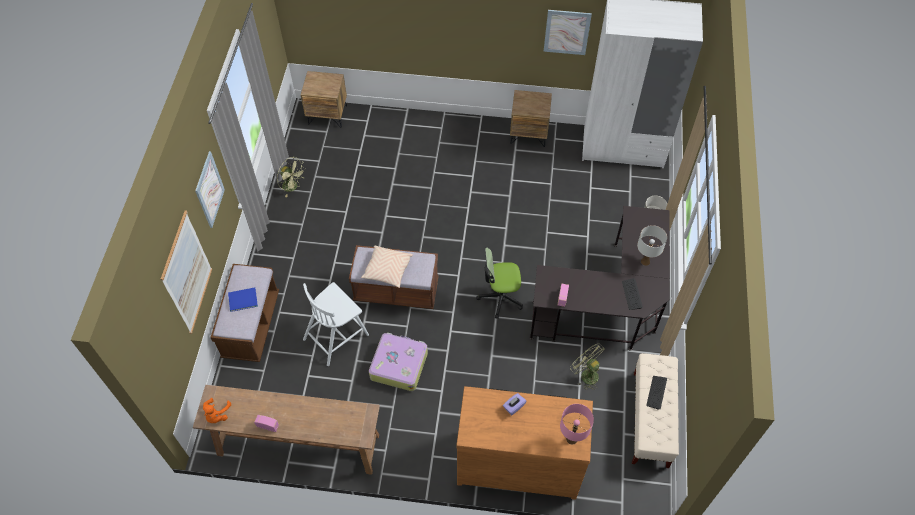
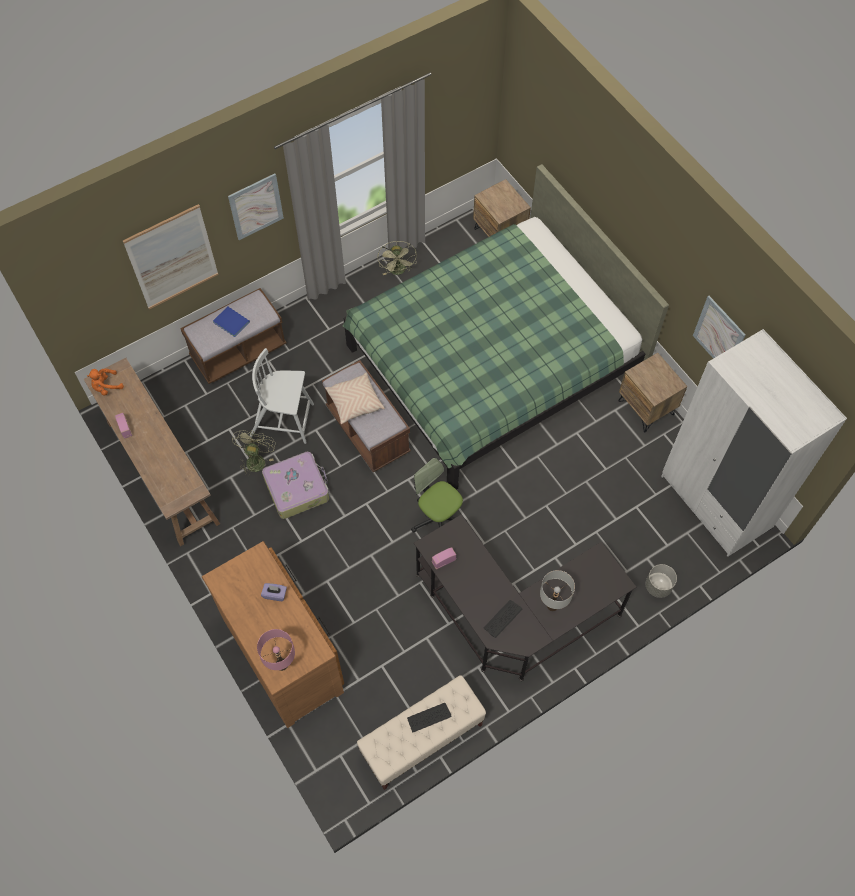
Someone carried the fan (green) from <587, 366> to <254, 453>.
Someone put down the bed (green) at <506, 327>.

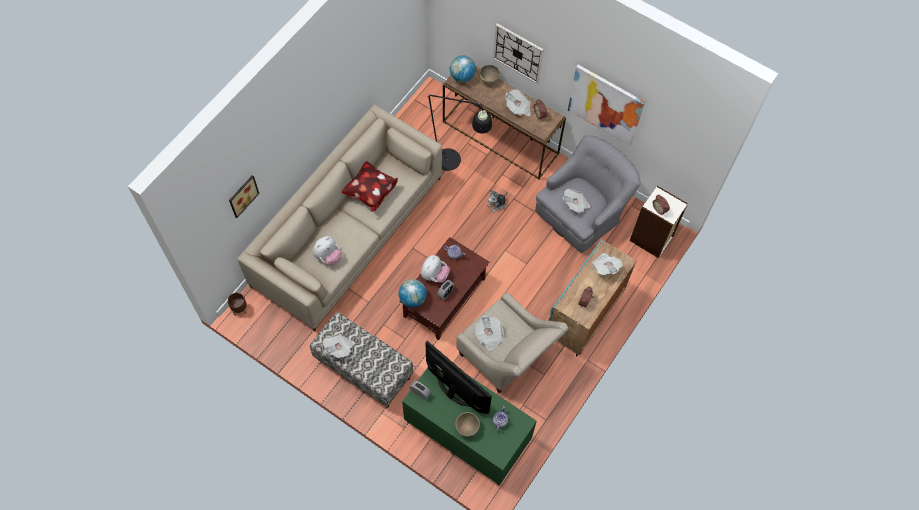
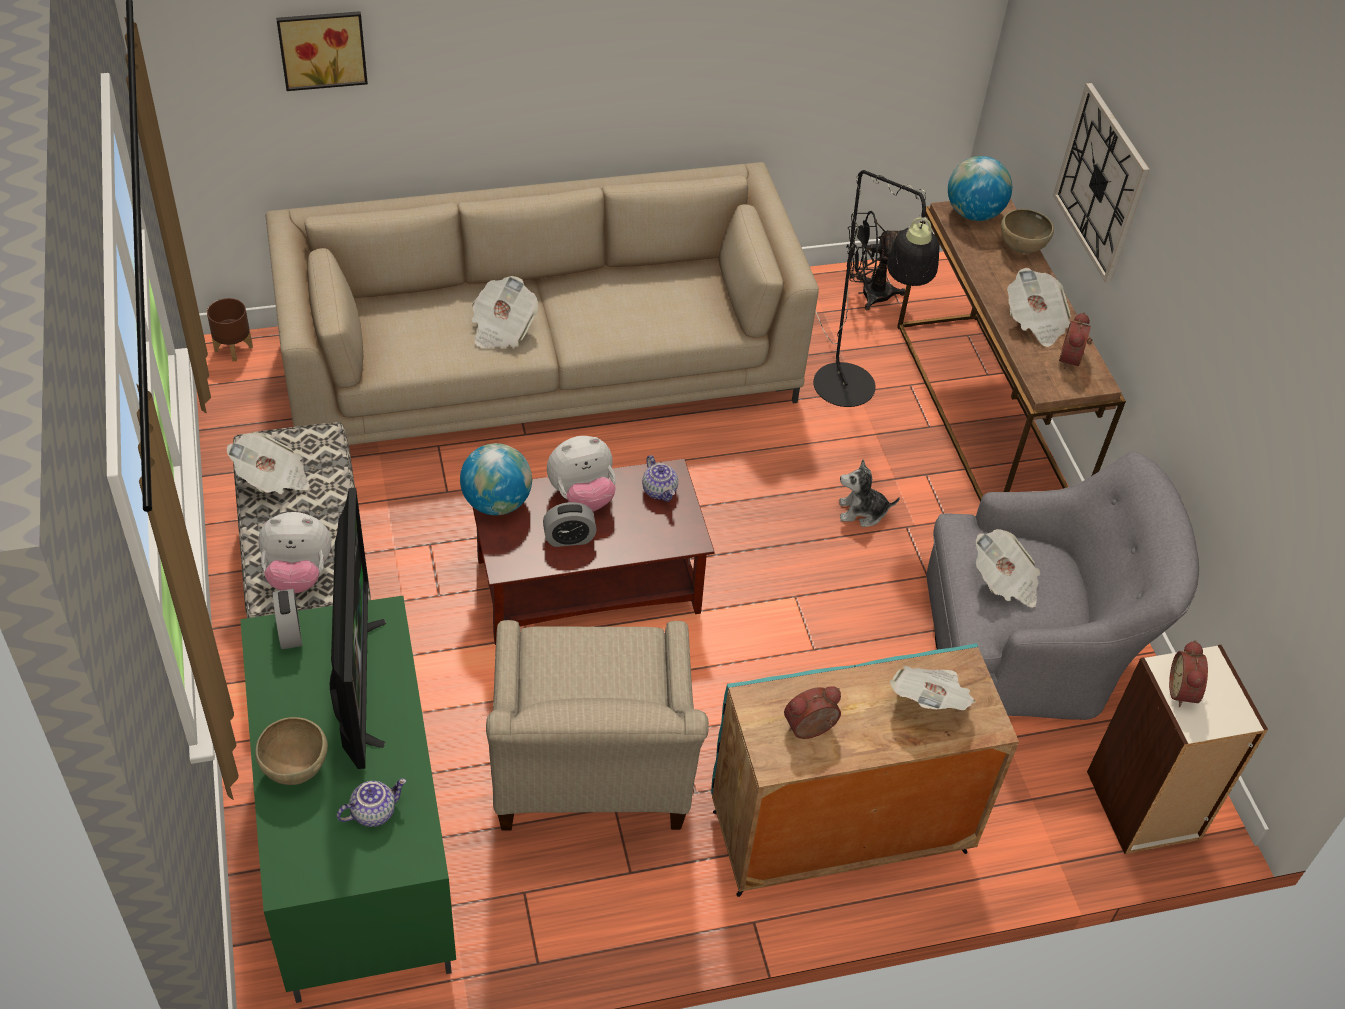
Someone carried the plush toy from <327, 250> to <294, 552>.
Someone took away the pillow at <370, 186>.
Someone carried the newspaper from <489, 333> to <504, 312>.
Someone took away the picture at <606, 105>.
Someone put down the fan (black) at <875, 260>.

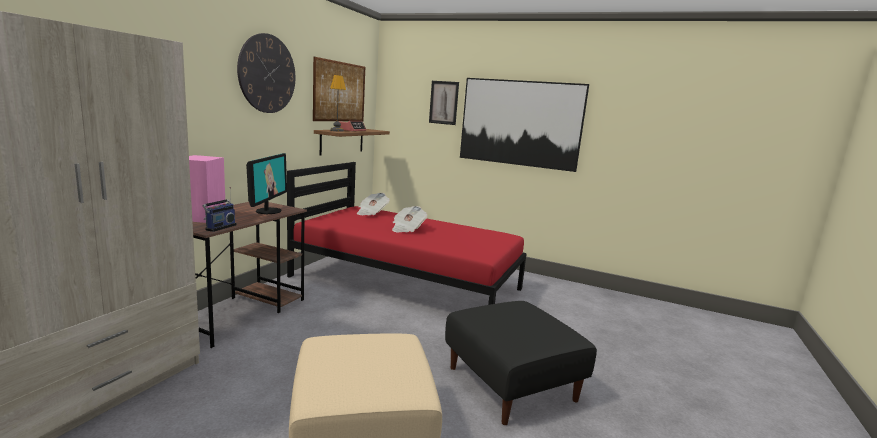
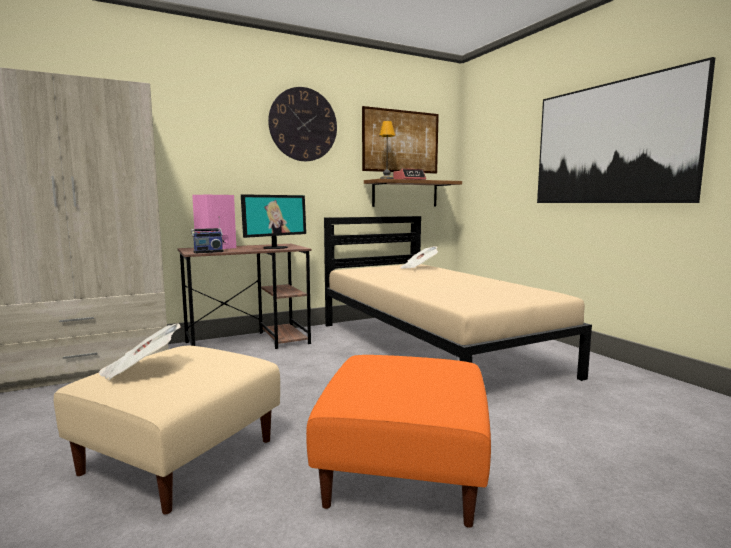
Someone repainted the bed (red) at <407, 233>, which became the bed (beige) at <458, 298>.
Someone carried the newspaper from <410, 219> to <139, 352>.
Someone took away the picture at <444, 103>.
Someone repainted the ottoman (black) at <521, 363>, which became the ottoman (orange) at <398, 441>.

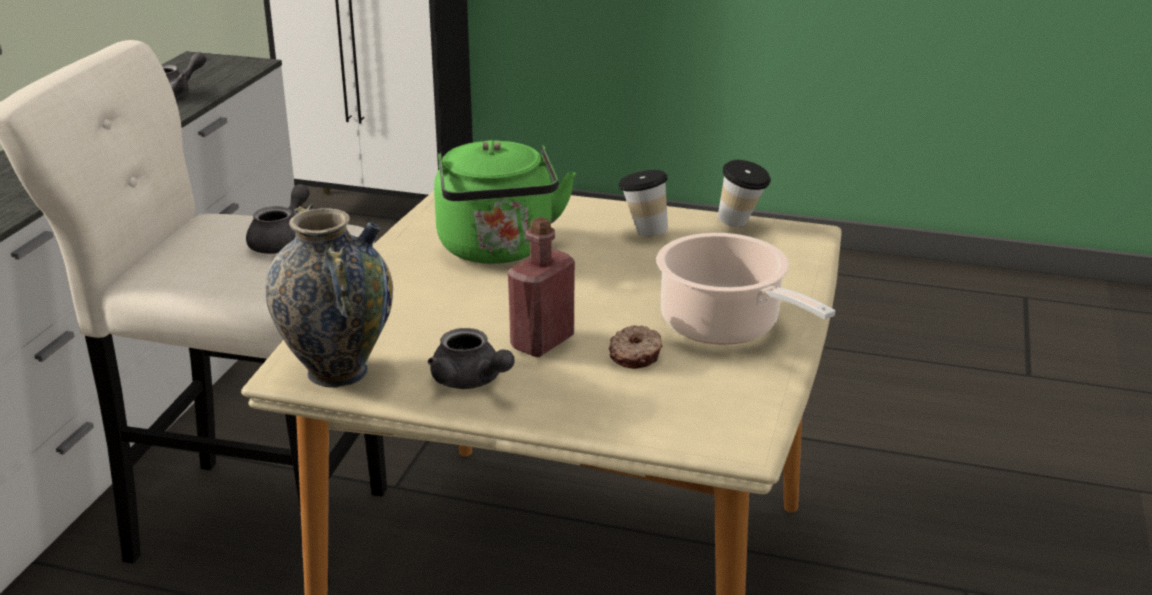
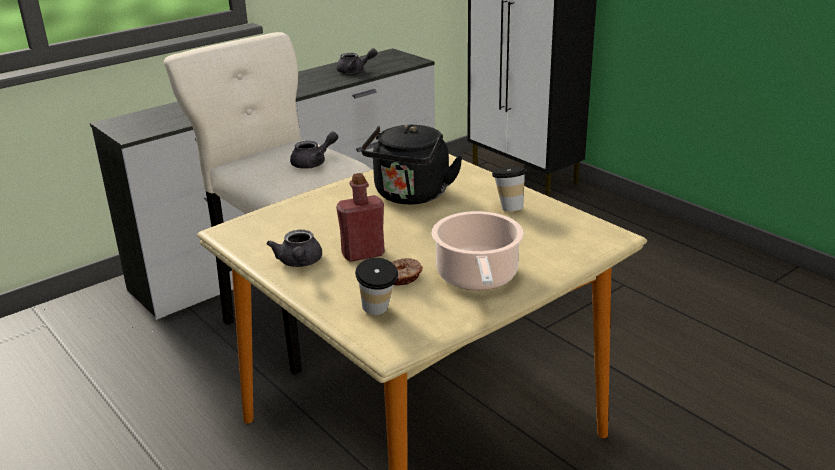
Someone took away the vase at <329, 296>.
Someone repainted the kettle (green) at <505, 202>, which became the kettle (black) at <412, 164>.
Someone carried the cup from <744, 193> to <376, 286>.

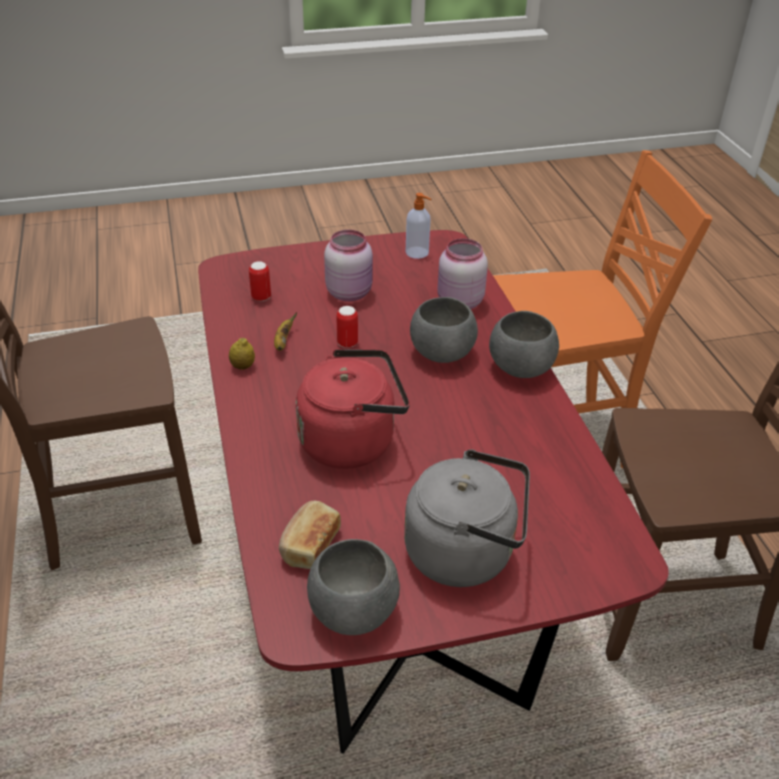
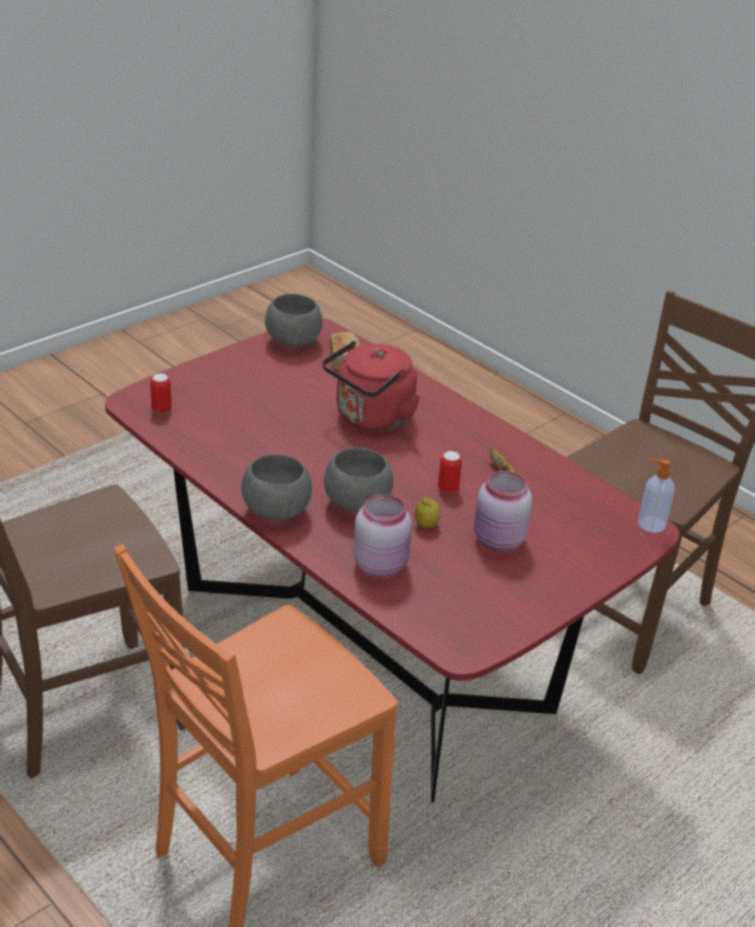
Someone carried the lemon from <242, 354> to <427, 512>.
Someone carried the can from <260, 281> to <161, 393>.
Someone took away the kettle (grey) at <467, 518>.
Someone carried the soap dispenser from <418, 226> to <656, 496>.

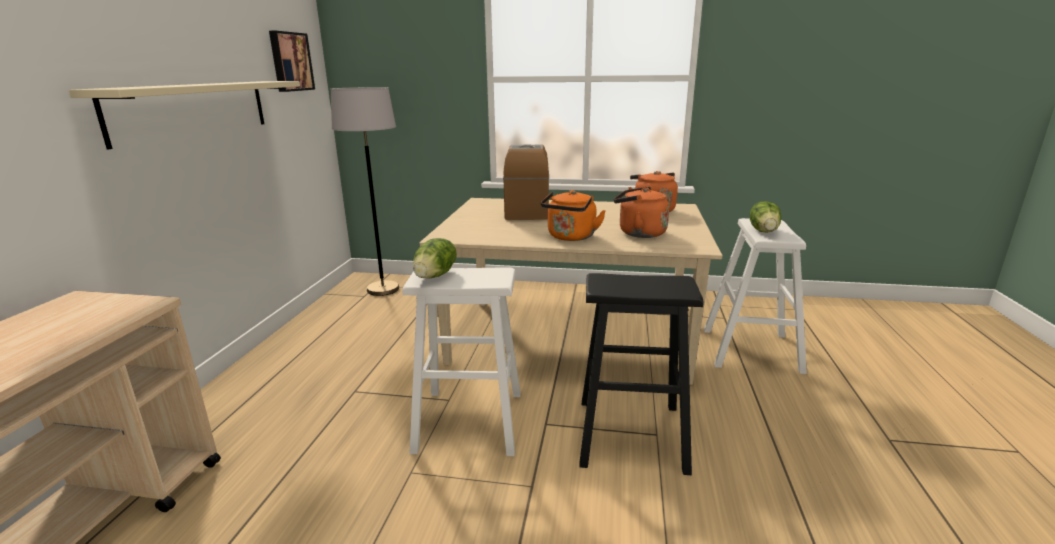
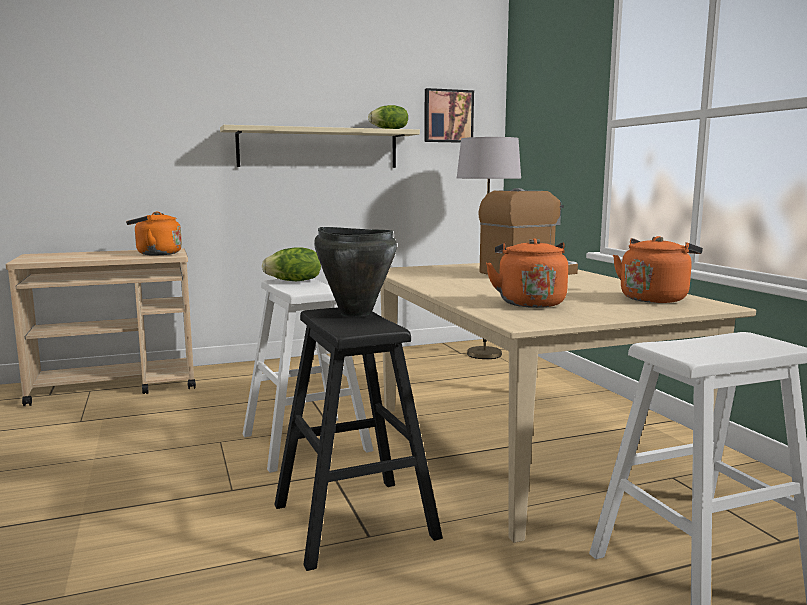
Someone carried the kettle (orange) from <573, 215> to <154, 233>.
Someone carried the lettuce from <765, 217> to <388, 117>.
Someone put down the cooking pot (black) at <355, 272>.

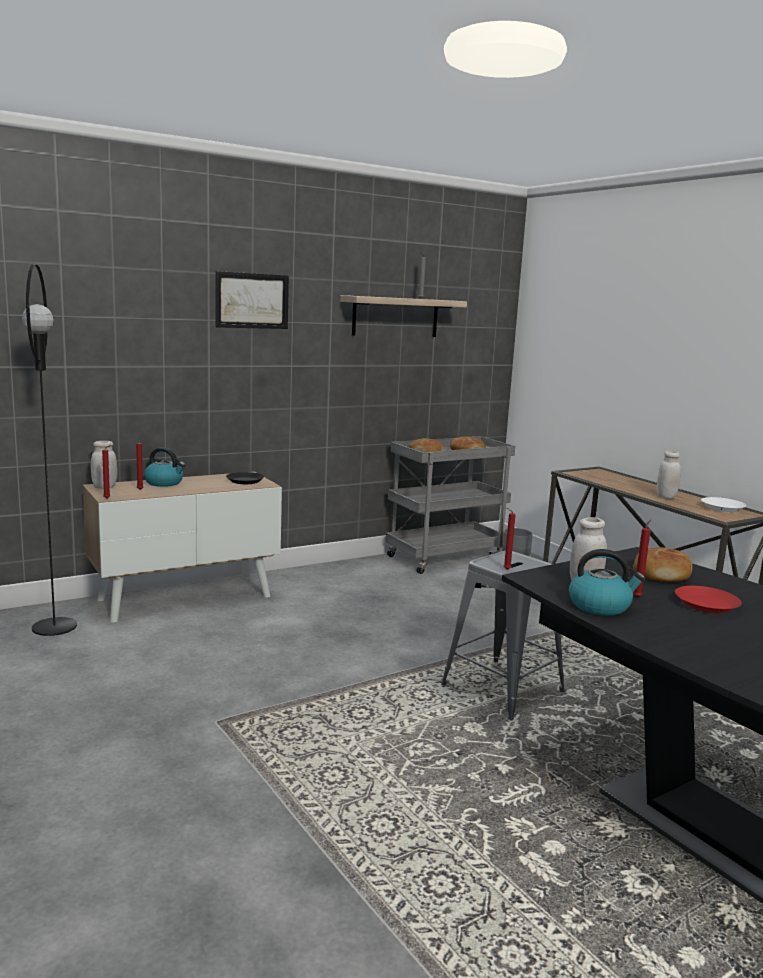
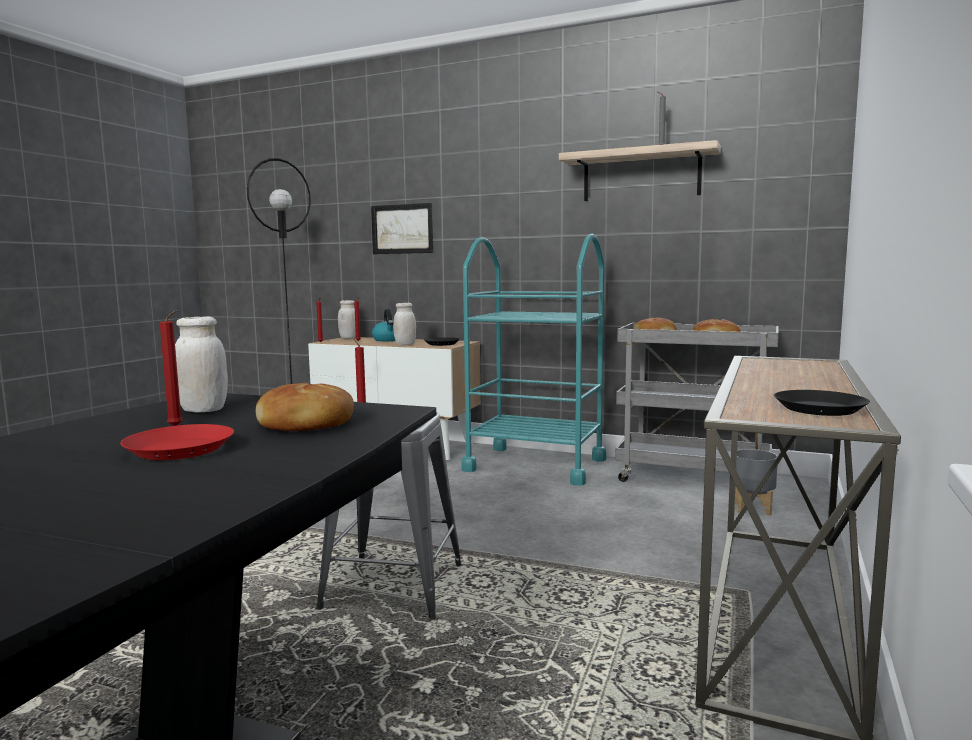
Someone carried the picture from <252, 300> to <402, 228>.
Someone took away the kettle at <607, 582>.
Someone carried the jar (white) from <669, 475> to <404, 324>.
Someone repainted the plate (white) at <723, 504>, which became the plate (black) at <822, 403>.
Someone put down the cart (turquoise) at <533, 360>.

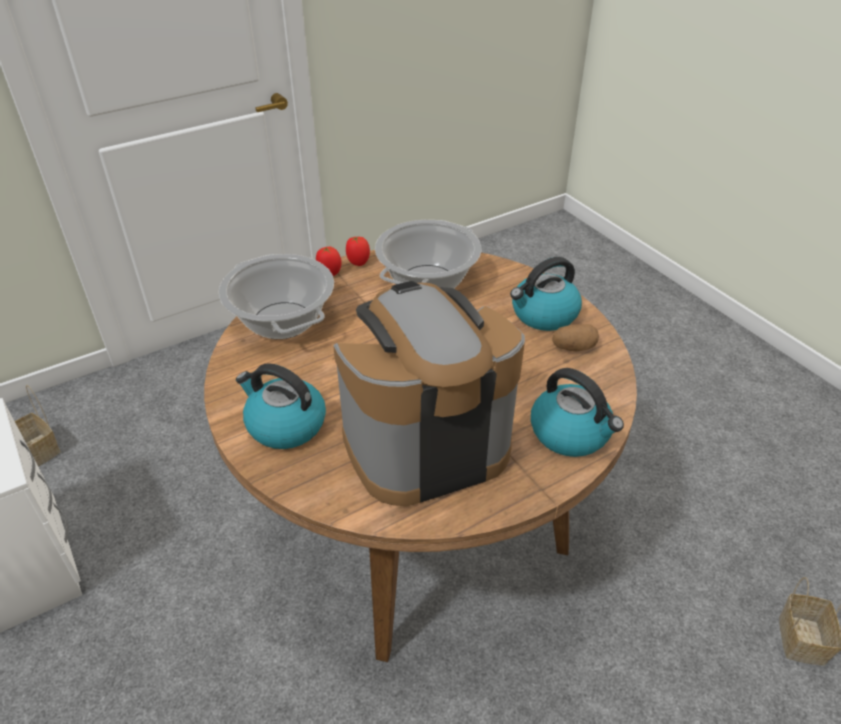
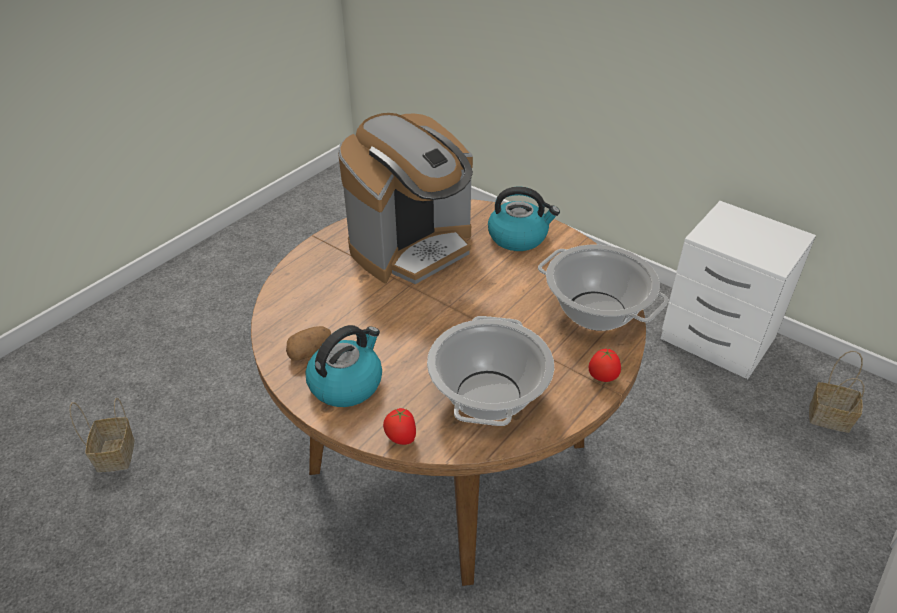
Someone carried the tomato from <358, 251> to <399, 426>.
Someone took away the kettle at <577, 412>.

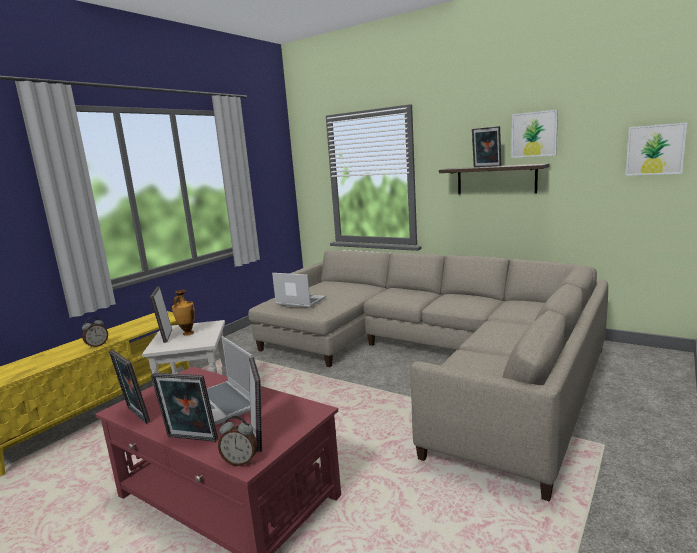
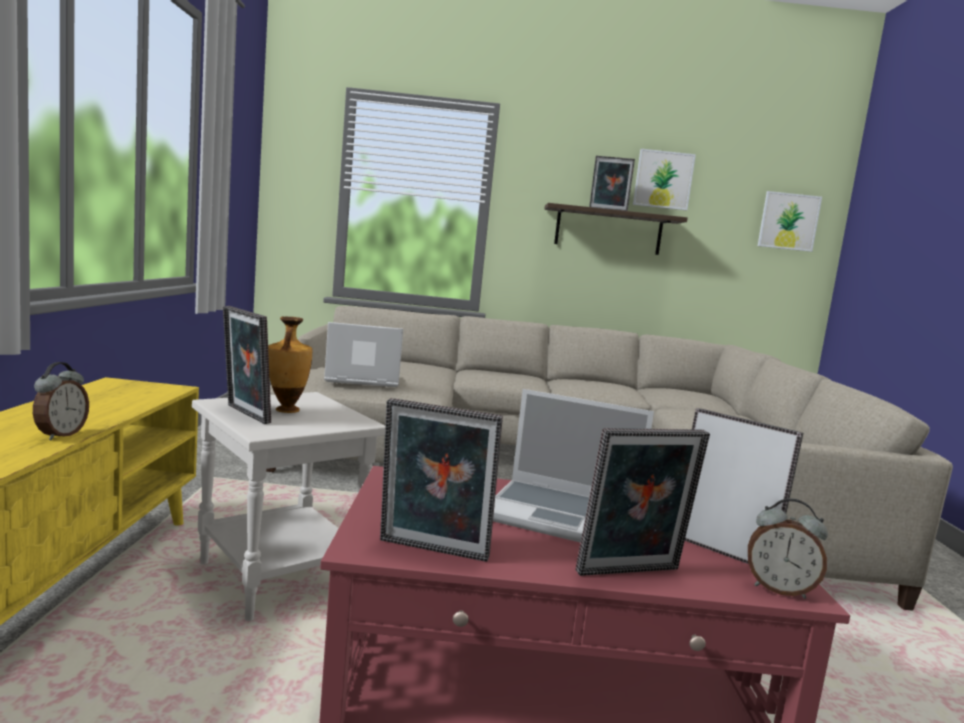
Someone rotated the alarm clock at <238, 441> by 45 degrees clockwise.

